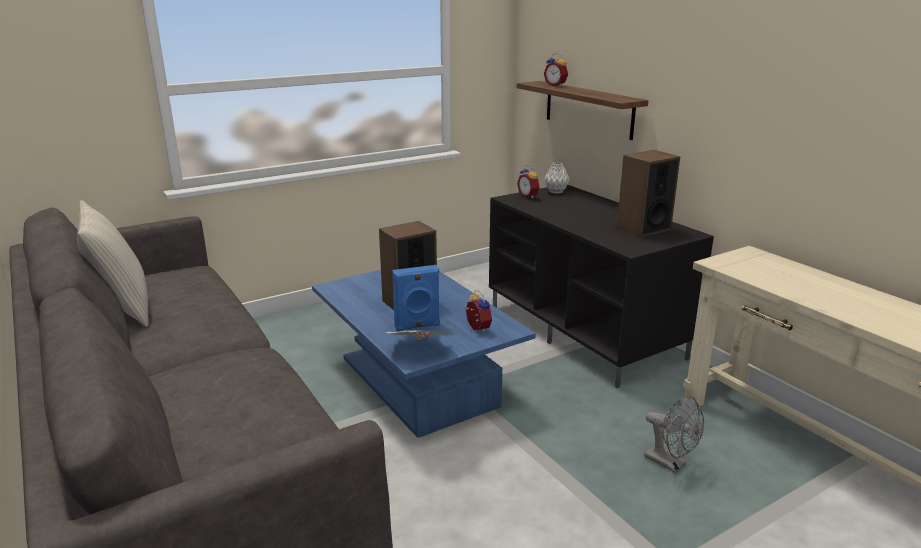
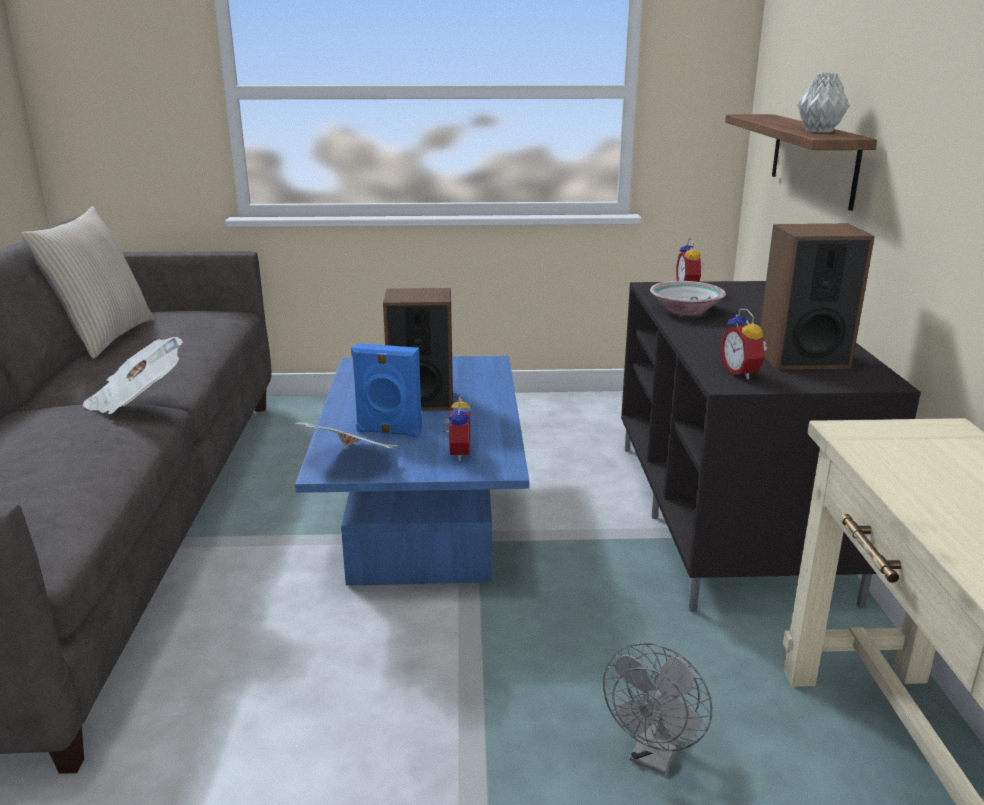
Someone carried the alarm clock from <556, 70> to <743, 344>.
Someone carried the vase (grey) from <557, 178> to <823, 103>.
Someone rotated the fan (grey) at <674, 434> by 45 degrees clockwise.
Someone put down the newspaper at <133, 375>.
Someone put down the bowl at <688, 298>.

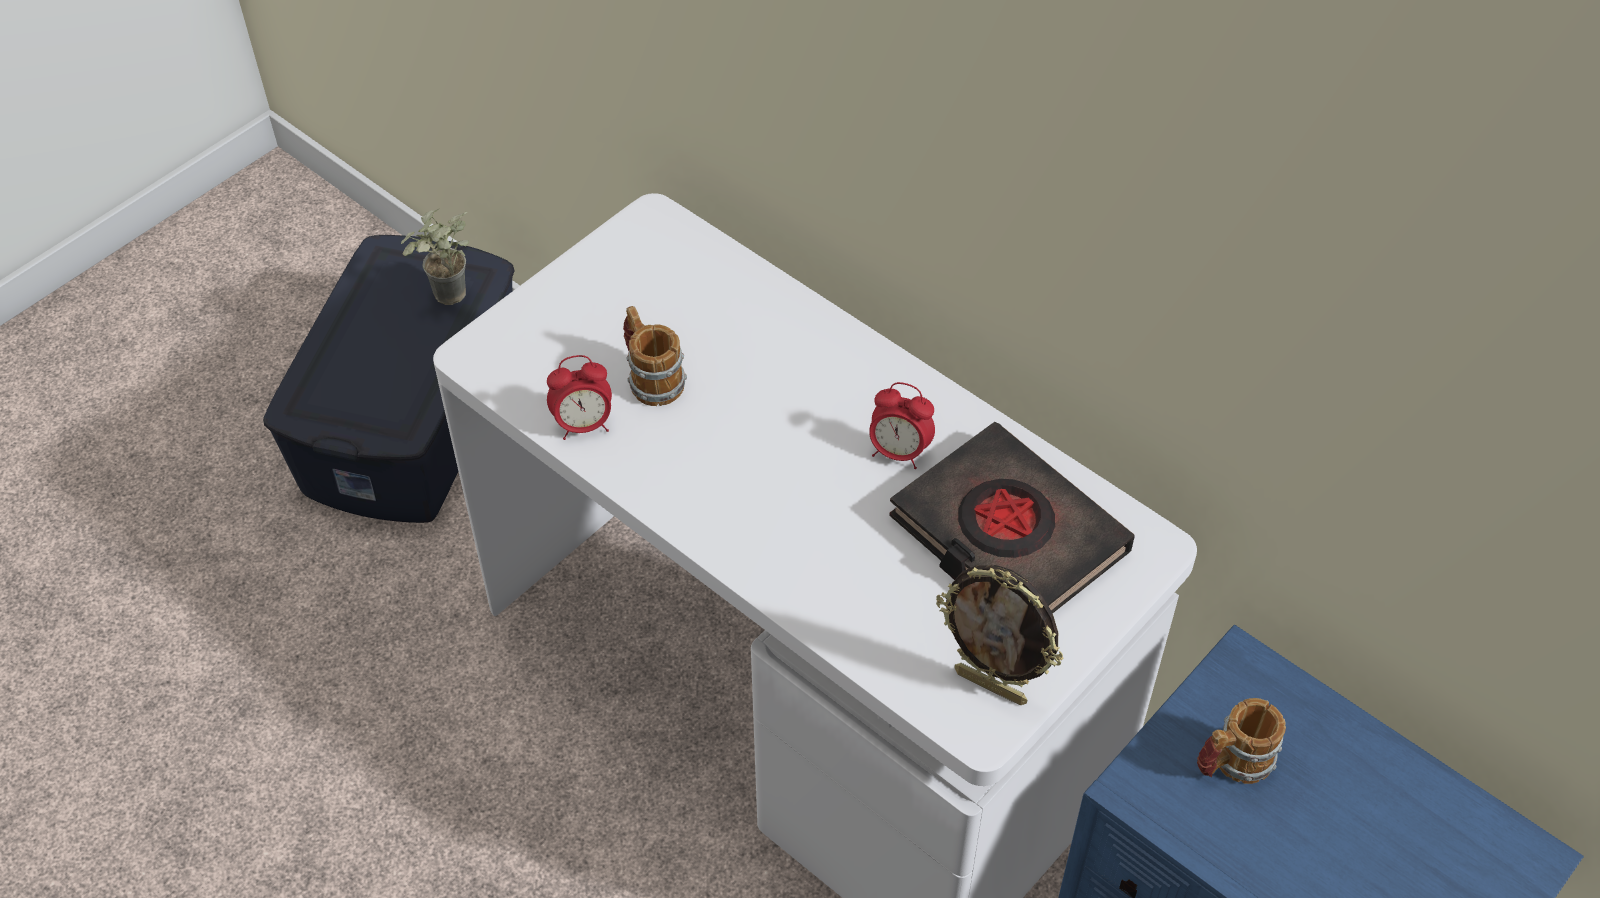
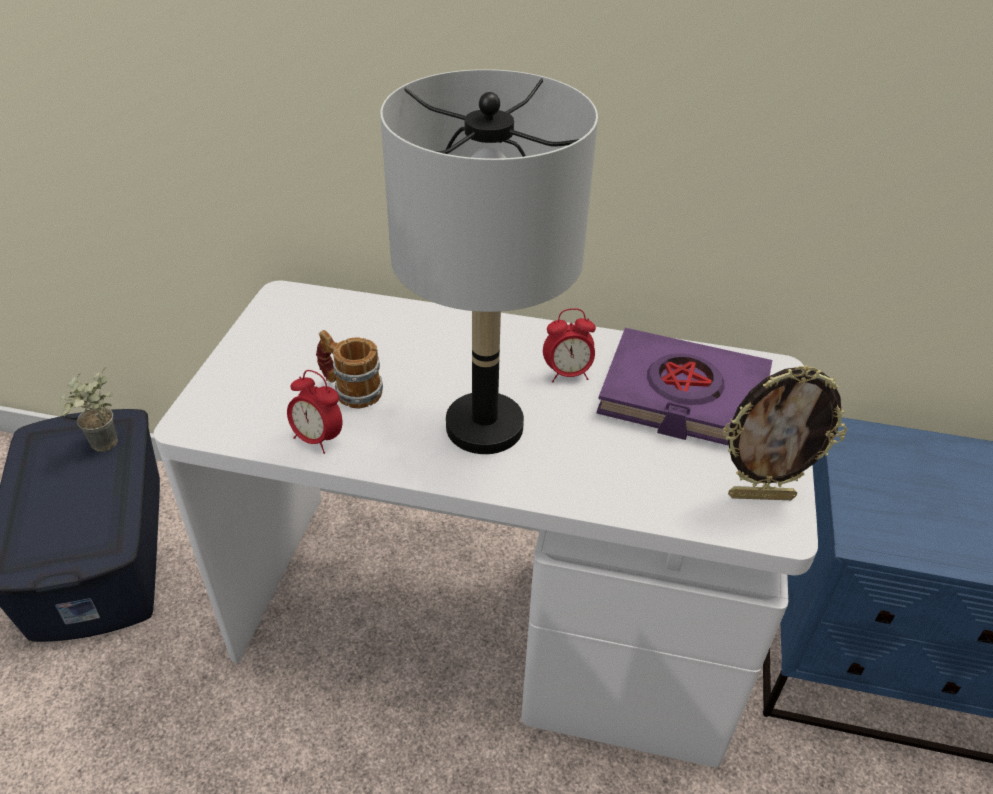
Someone rotated the alarm clock at <579, 397> by 75 degrees clockwise.
Someone repainted the book (black) at <1012, 518>, which became the book (purple) at <684, 387>.
Someone took away the mug at <1241, 741>.
Someone put down the table lamp (grey) at <489, 261>.

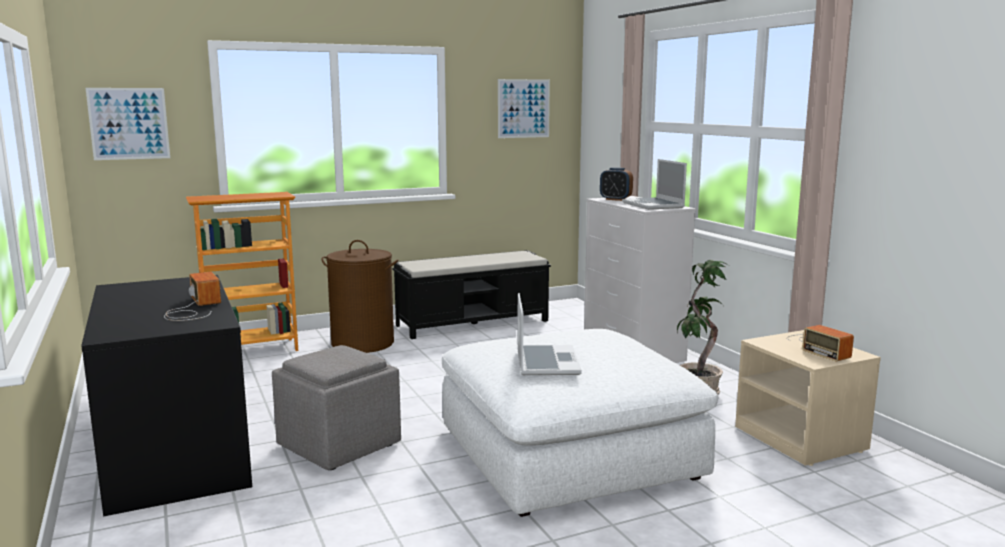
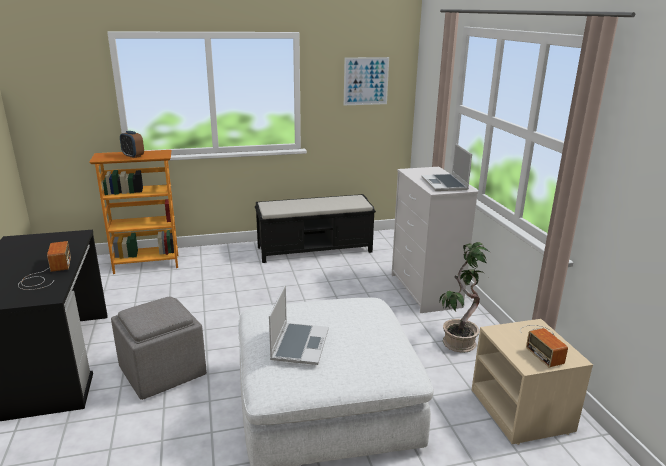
Someone took away the picture at <128, 124>.
Someone took away the laundry basket (brown) at <360, 296>.
Someone carried the alarm clock from <616, 184> to <132, 144>.

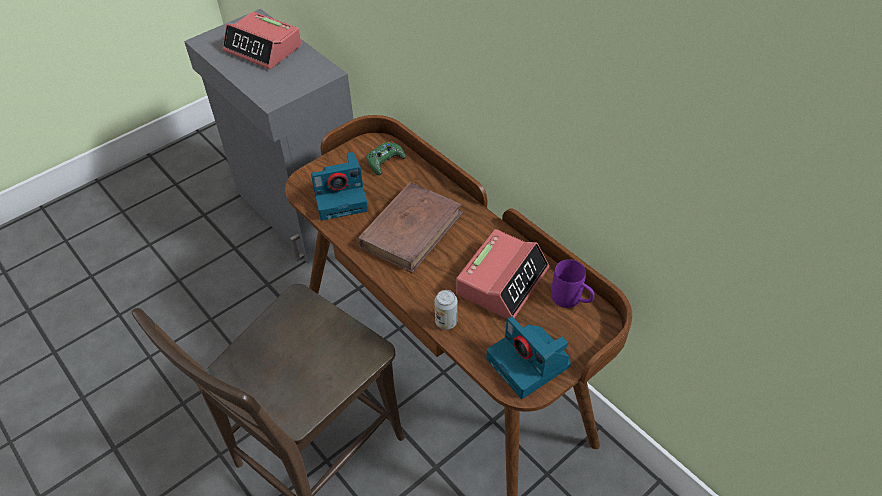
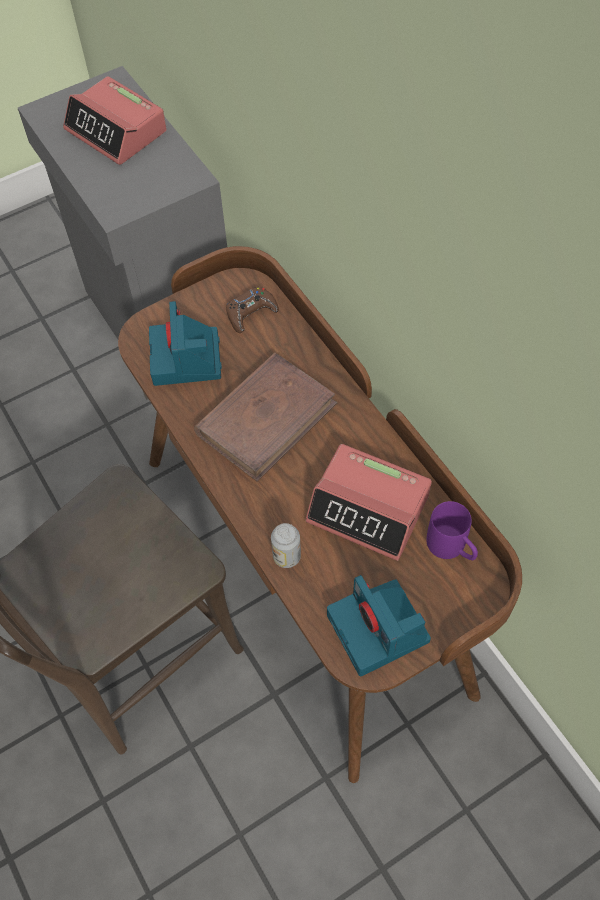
Someone rotated the photo camera at <339, 186> by 90 degrees clockwise.
Someone repainted the game controller (green) at <386, 158>, which became the game controller (brown) at <252, 310>.
Someone rotated the alarm clock at <502, 274> by 75 degrees clockwise.

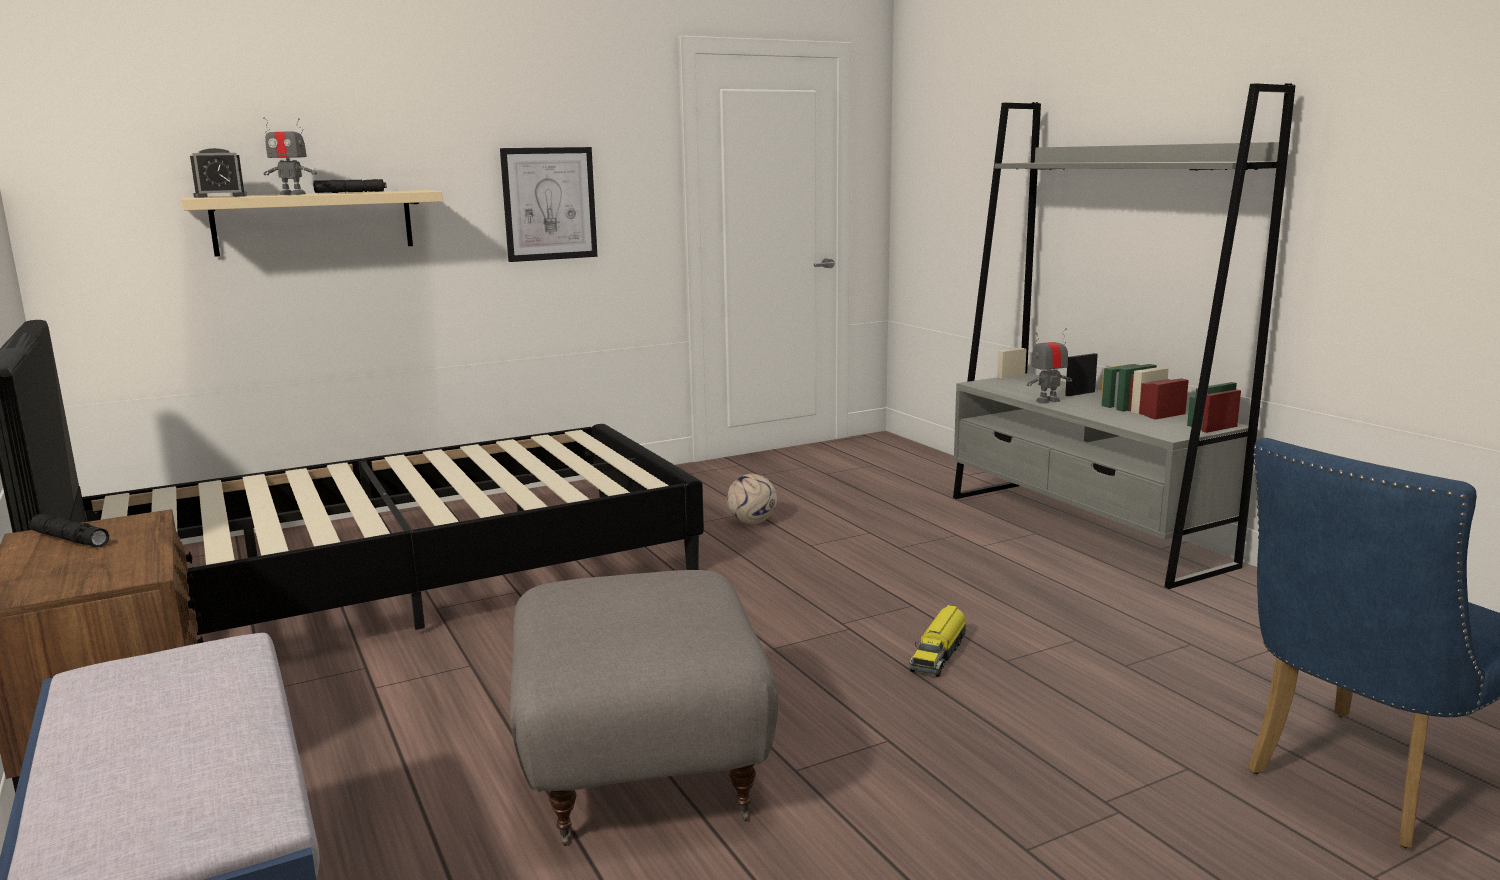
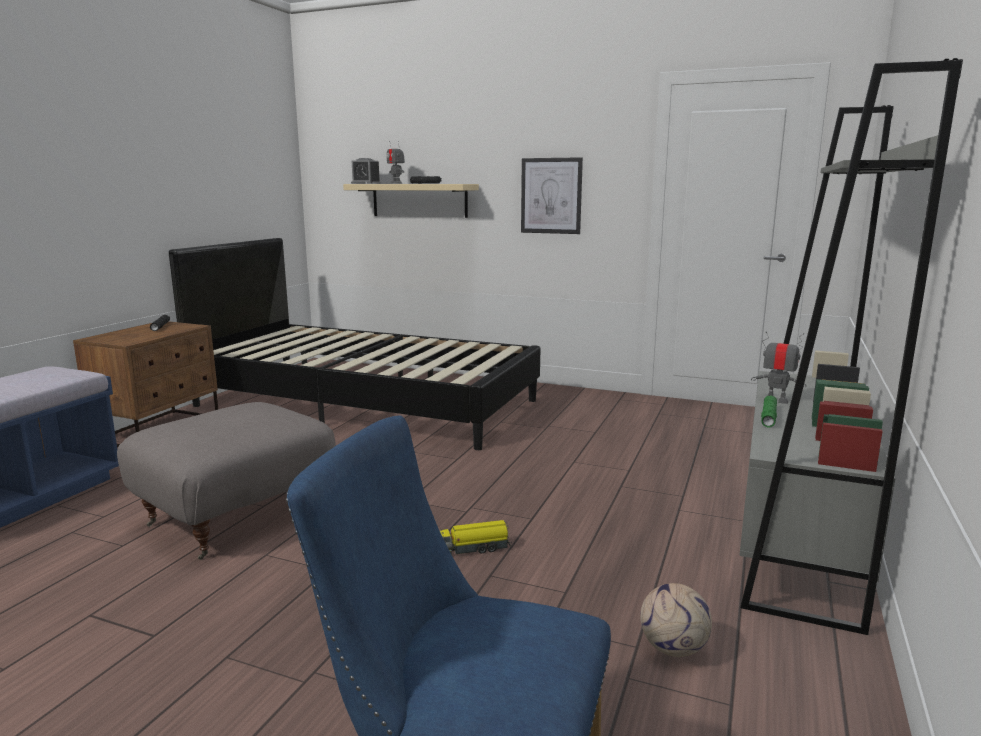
Someone carried the football from <752, 499> to <676, 620>.
Someone put down the flashlight (green) at <769, 411>.

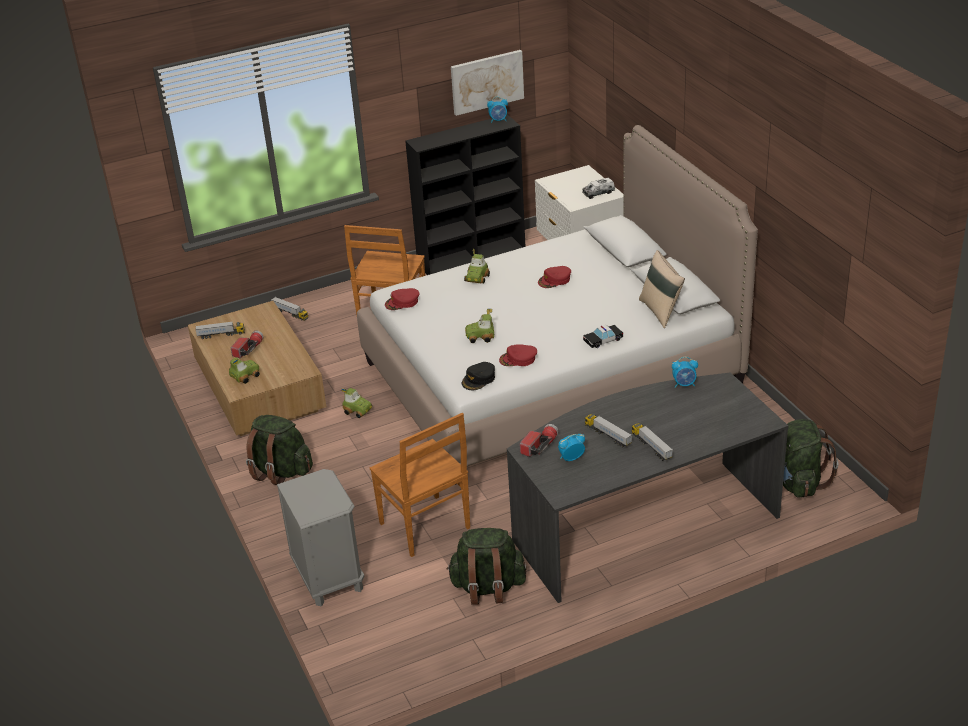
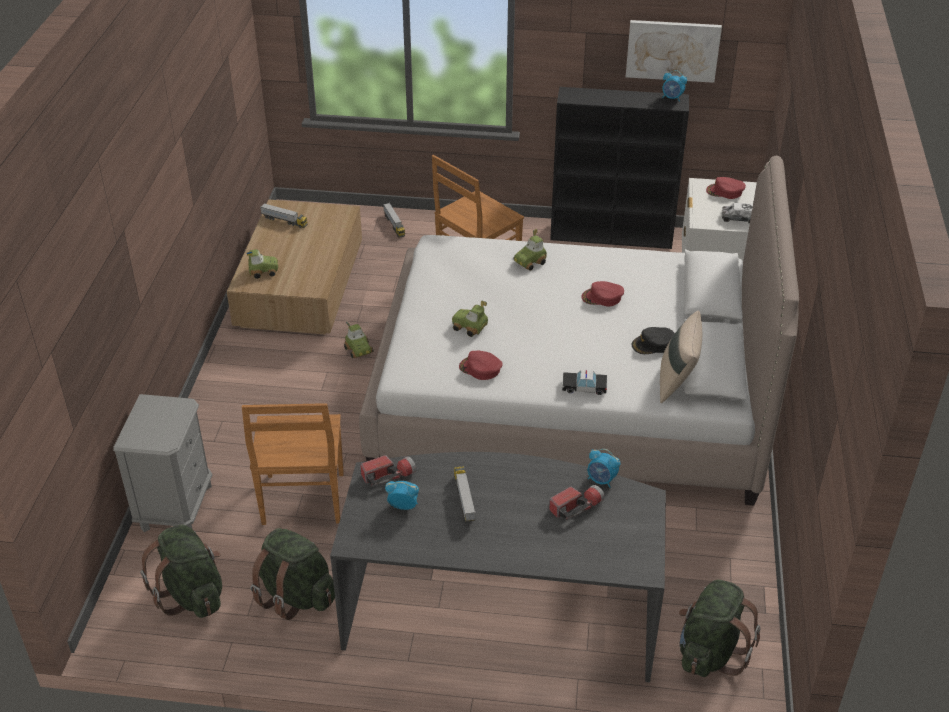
Someone carried the flashlight from <247, 344> to <577, 502>.
Someone carried the backpack (green) from <279, 450> to <181, 571>.
Someone carried the cap (red) from <402, 299> to <726, 188>.
Someone carried the cap (black) from <478, 376> to <653, 340>.
Someone took away the toy truck at <652, 442>.

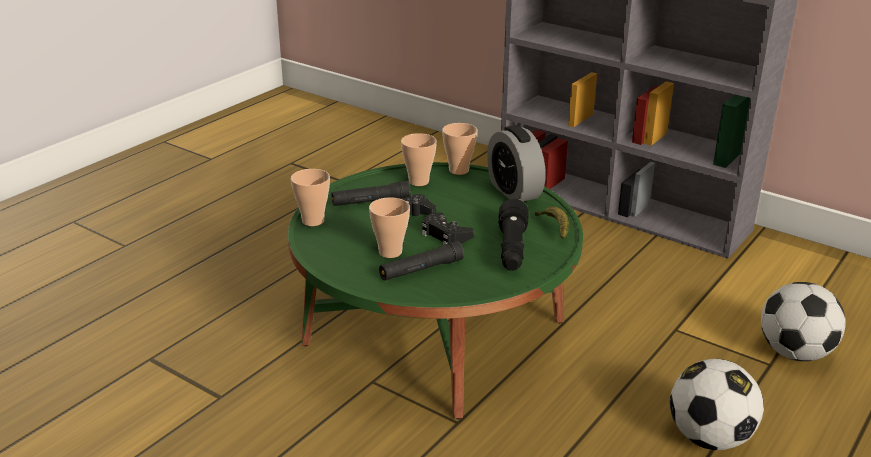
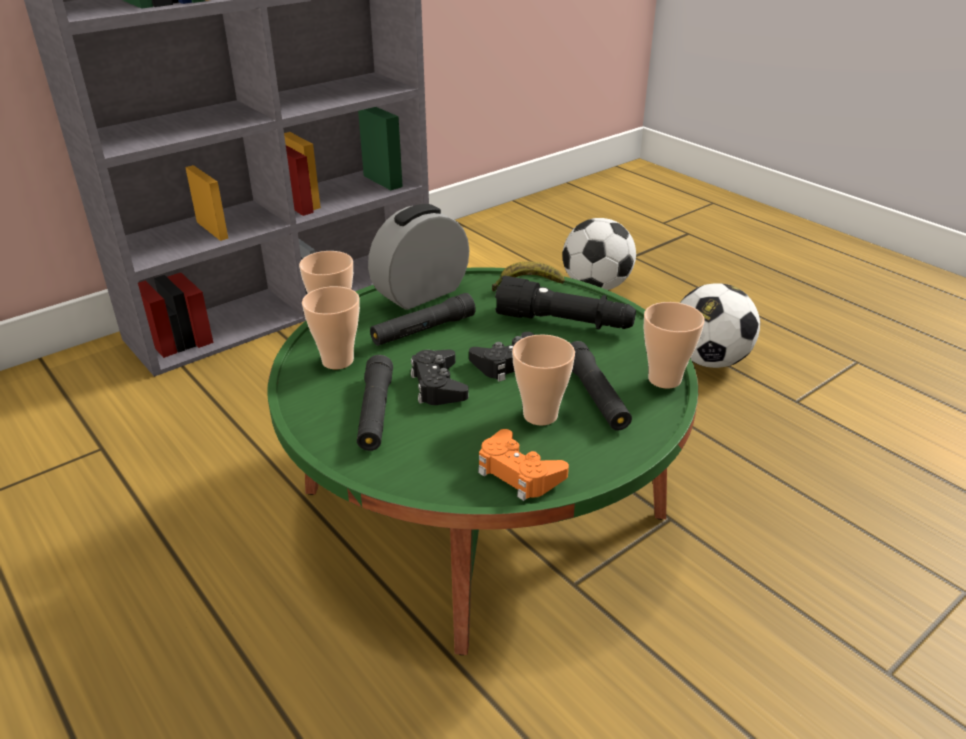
Someone carried the cup from <310, 197> to <674, 345>.
Someone rotated the alarm clock at <516, 163> by 150 degrees clockwise.
Someone put down the flashlight (black) at <423, 319>.
Someone put down the game controller (orange) at <523, 465>.

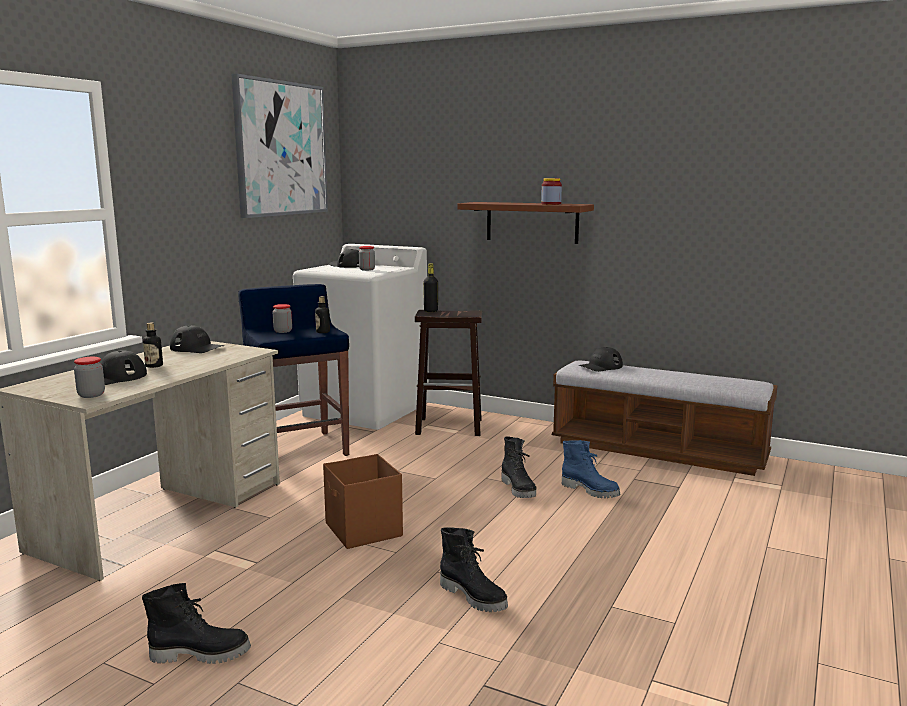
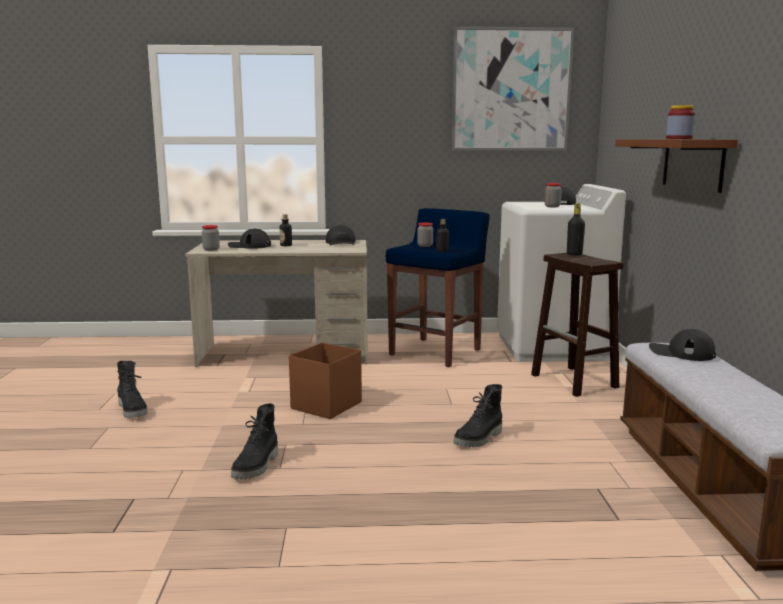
Someone took away the boot (blue) at <591, 469>.

